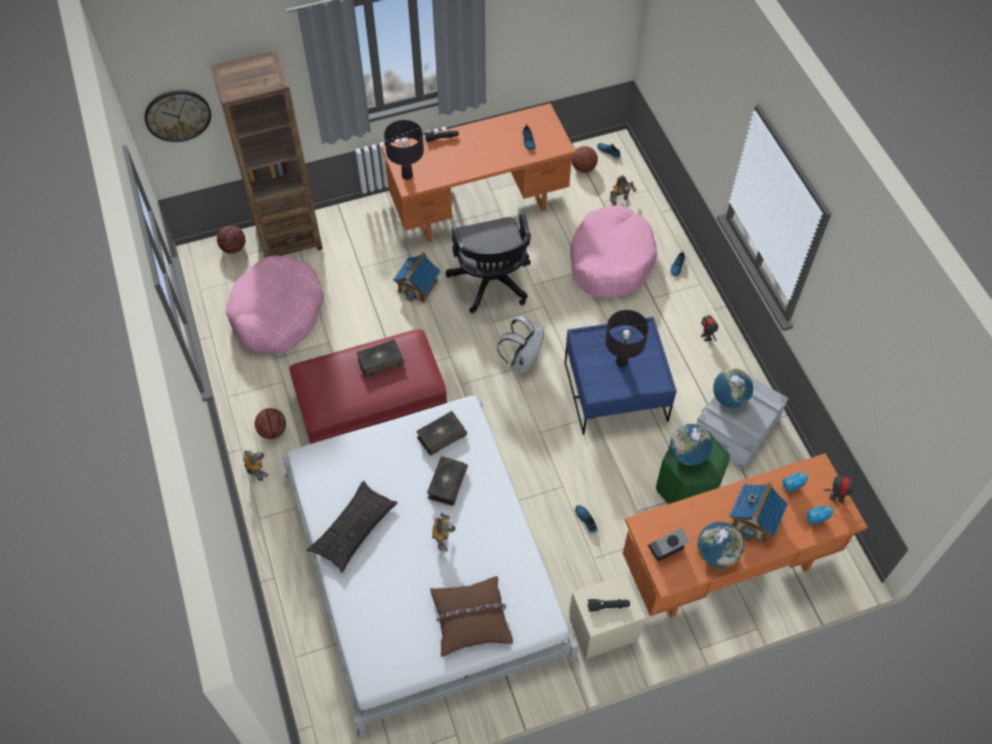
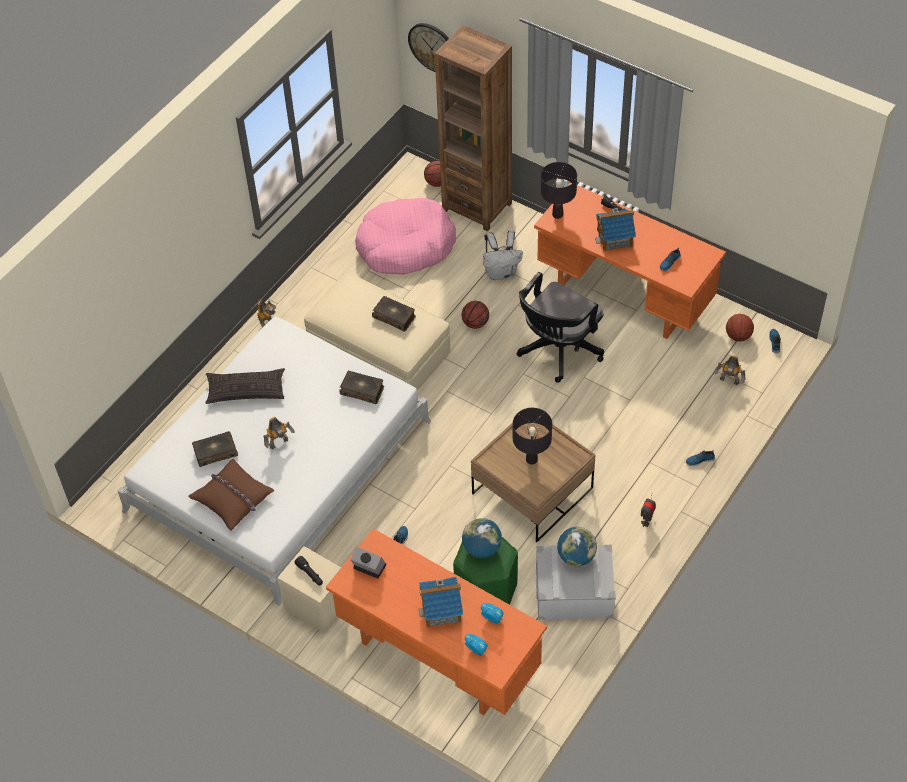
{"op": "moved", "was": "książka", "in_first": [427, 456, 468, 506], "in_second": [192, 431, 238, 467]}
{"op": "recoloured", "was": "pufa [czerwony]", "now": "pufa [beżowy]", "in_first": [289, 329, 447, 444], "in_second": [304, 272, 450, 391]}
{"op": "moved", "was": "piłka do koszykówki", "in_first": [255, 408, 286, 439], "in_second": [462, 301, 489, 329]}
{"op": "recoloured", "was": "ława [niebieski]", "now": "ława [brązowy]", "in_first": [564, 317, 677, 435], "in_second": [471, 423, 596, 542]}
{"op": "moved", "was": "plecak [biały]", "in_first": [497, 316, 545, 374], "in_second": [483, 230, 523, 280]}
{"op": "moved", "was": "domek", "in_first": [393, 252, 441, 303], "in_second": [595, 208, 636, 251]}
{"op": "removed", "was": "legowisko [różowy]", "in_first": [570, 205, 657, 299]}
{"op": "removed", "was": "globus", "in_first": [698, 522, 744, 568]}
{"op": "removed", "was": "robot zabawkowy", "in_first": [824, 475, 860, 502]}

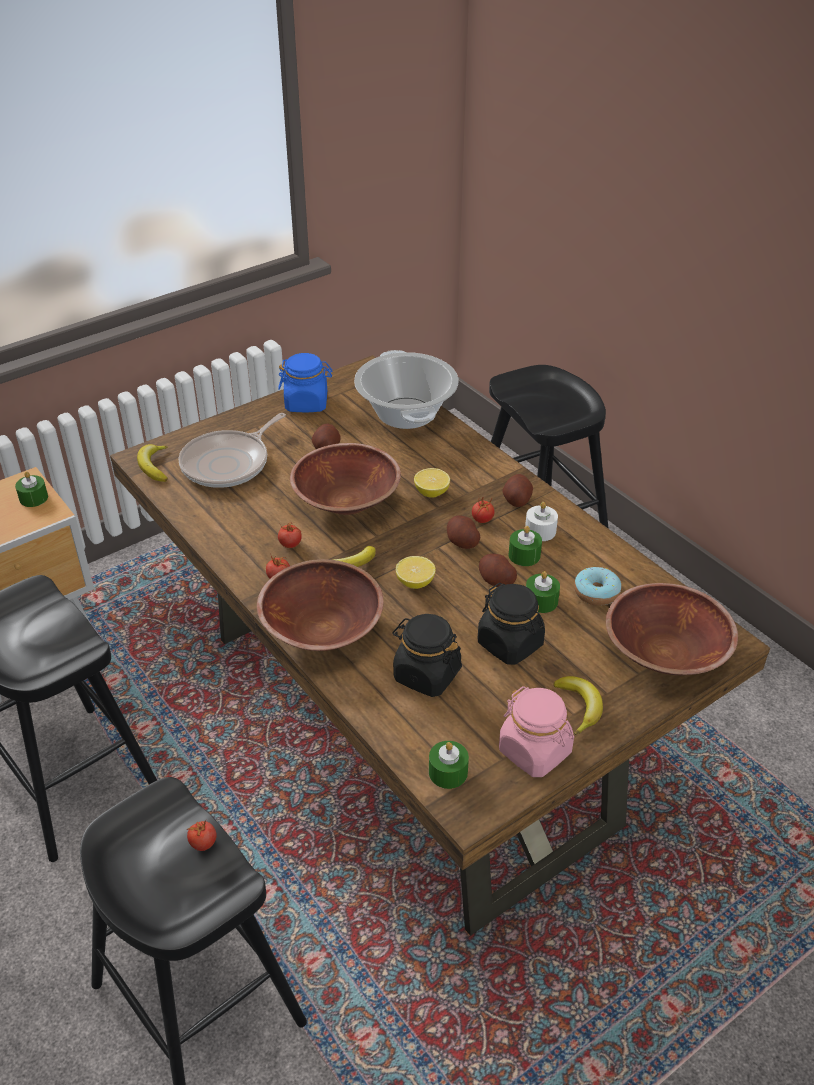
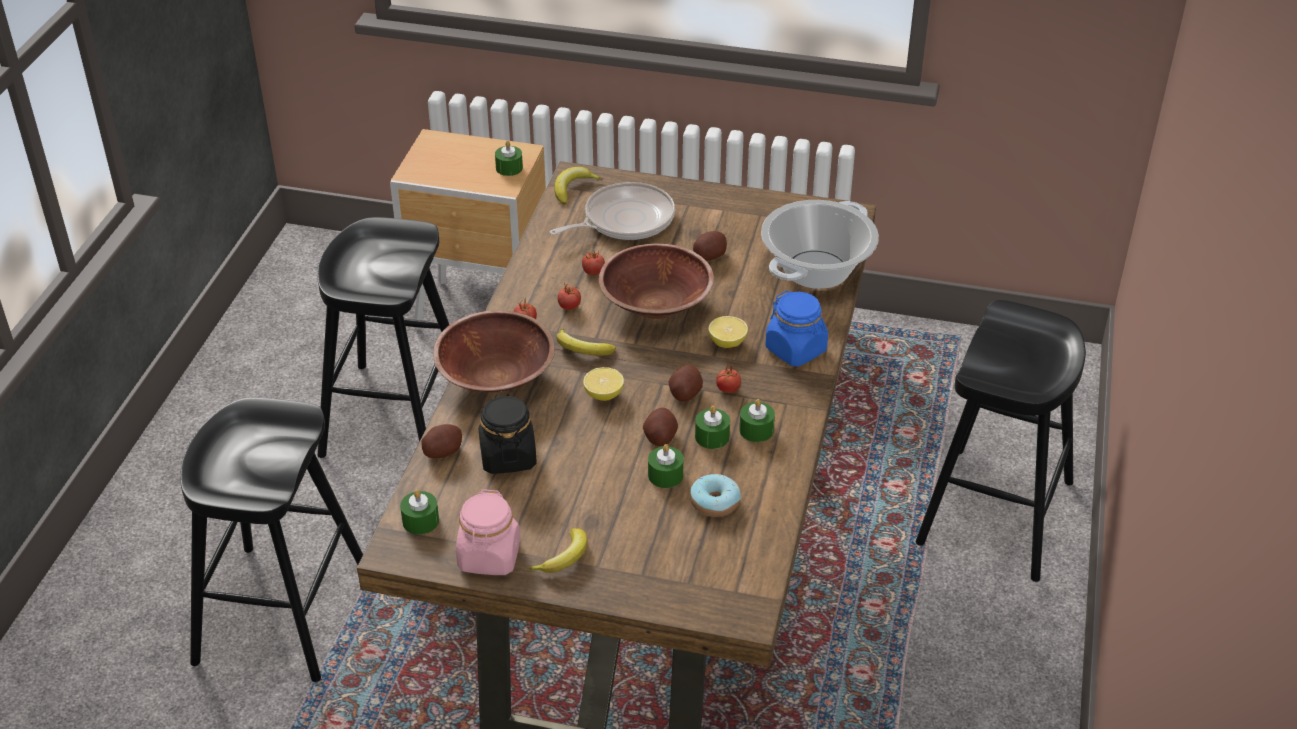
{"op": "moved", "was": "ziemniak", "in_first": [503, 474, 533, 507], "in_second": [421, 424, 462, 458]}
{"op": "turned", "was": "patelnia", "in_first": [178, 413, 286, 488], "in_second": [550, 182, 675, 240], "clockwise": 150}
{"op": "moved", "was": "pomidor", "in_first": [187, 820, 217, 851], "in_second": [582, 251, 605, 275]}
{"op": "recoloured", "was": "świeca [biały]", "now": "świeca [zielony]", "in_first": [525, 502, 558, 541], "in_second": [739, 399, 775, 442]}
{"op": "moved", "was": "słoik [niebieski]", "in_first": [278, 353, 333, 412], "in_second": [765, 290, 828, 366]}
{"op": "removed", "was": "słoik [czarny]", "in_first": [478, 583, 545, 665]}
{"op": "removed", "was": "miska [brązowy]", "in_first": [606, 583, 738, 675]}

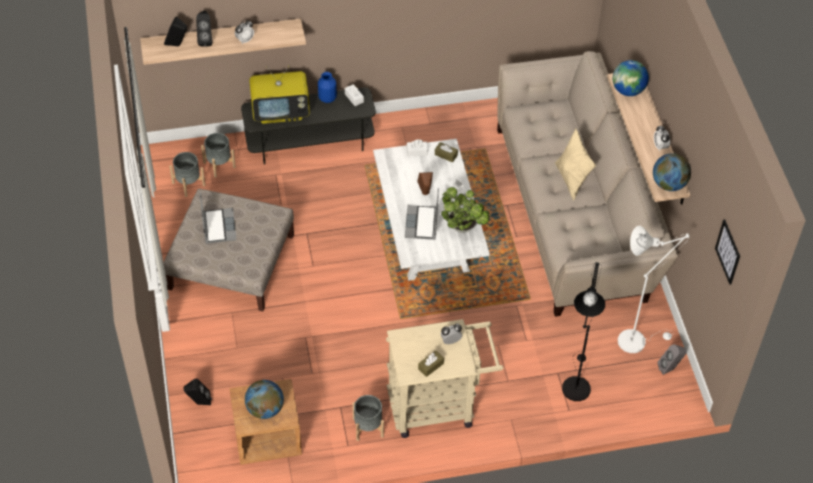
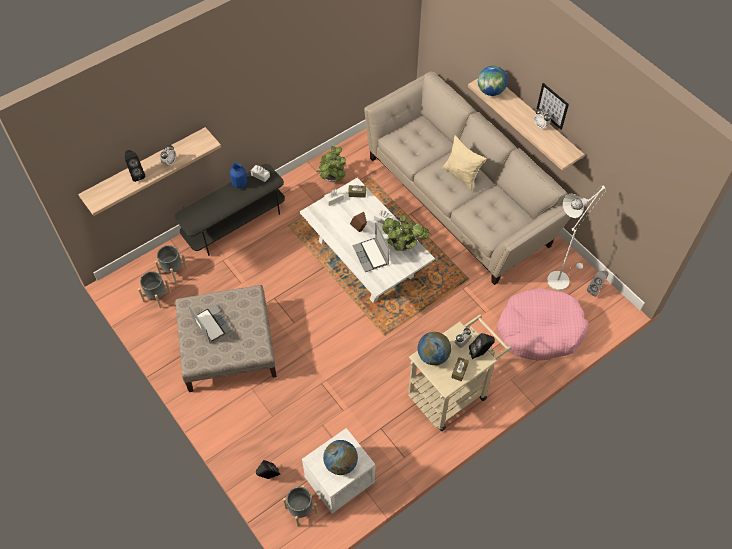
{"op": "moved", "was": "donica [szary]", "in_first": [352, 395, 384, 441], "in_second": [283, 485, 318, 527]}
{"op": "recoloured", "was": "szafka nocna [brązowy]", "now": "szafka nocna [biały]", "in_first": [229, 379, 302, 465], "in_second": [302, 428, 375, 514]}
{"op": "added", "now": "roślina doniczkowa", "in_second": [316, 146, 346, 182]}
{"op": "moved", "was": "globus", "in_first": [653, 153, 691, 191], "in_second": [418, 332, 451, 365]}
{"op": "moved", "was": "głośnik [czarny]", "in_first": [164, 17, 187, 46], "in_second": [469, 333, 495, 359]}
{"op": "replaced", "was": "lampa stojąca [czarny]", "now": "legowisko [różowy]", "in_first": [562, 262, 605, 401], "in_second": [496, 288, 589, 361]}
{"op": "moved", "was": "obraz", "in_first": [715, 220, 740, 284], "in_second": [537, 83, 569, 130]}
{"op": "removed", "was": "telewizor", "in_first": [249, 65, 310, 124]}

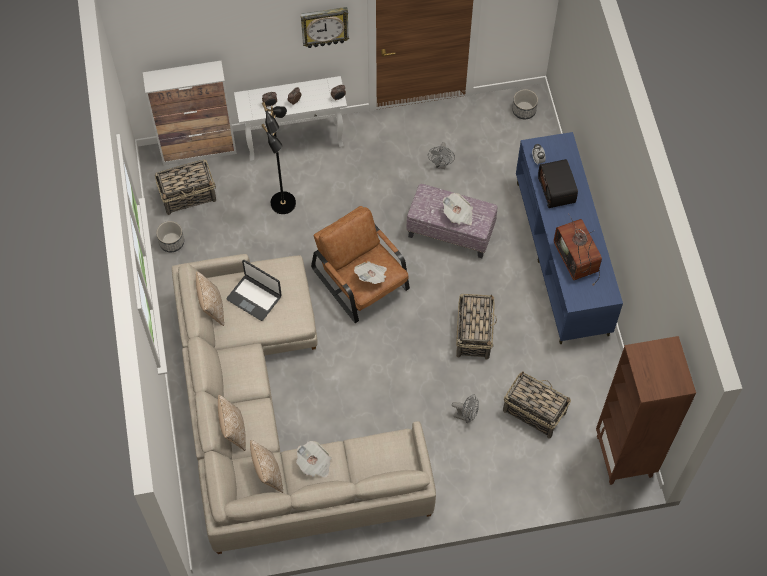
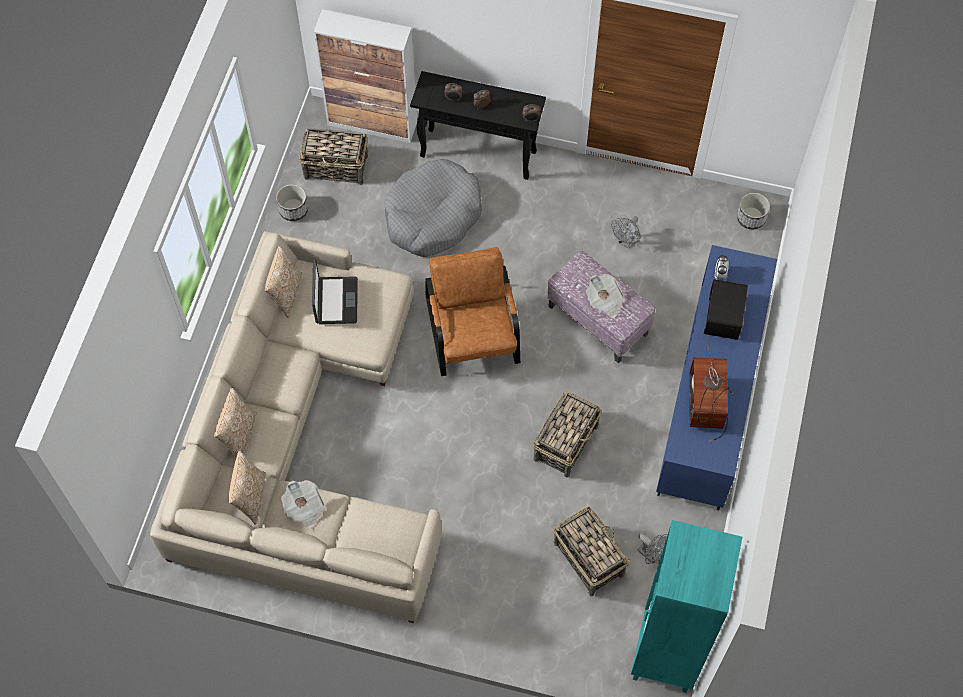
{"op": "turned", "was": "laptop", "in_first": [227, 260, 282, 321], "in_second": [312, 259, 358, 324], "clockwise": -150}
{"op": "replaced", "was": "lampa stojąca [czarny]", "now": "legowisko [szary]", "in_first": [261, 102, 296, 214], "in_second": [384, 159, 482, 257]}
{"op": "recoloured", "was": "stolik konsolowy [biały]", "now": "stolik konsolowy [czarny]", "in_first": [234, 76, 347, 161], "in_second": [410, 71, 546, 180]}
{"op": "recoloured", "was": "regał [brązowy]", "now": "regał [turkusowy]", "in_first": [596, 336, 696, 485], "in_second": [631, 520, 742, 693]}
{"op": "moved", "was": "wentylator [szary]", "in_first": [452, 394, 479, 423], "in_second": [637, 533, 668, 564]}
{"op": "removed", "was": "zegar ścienny", "in_first": [301, 7, 349, 48]}
{"op": "removed", "was": "gazeta", "in_first": [354, 261, 387, 284]}

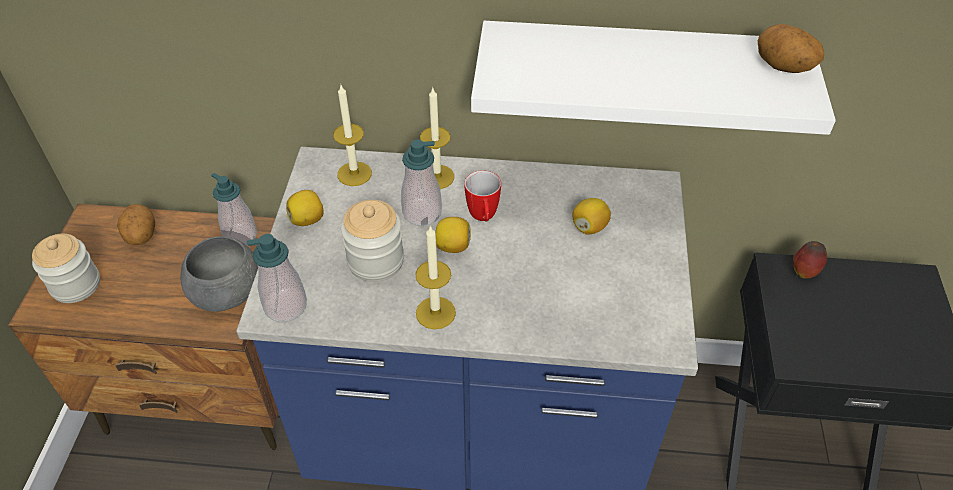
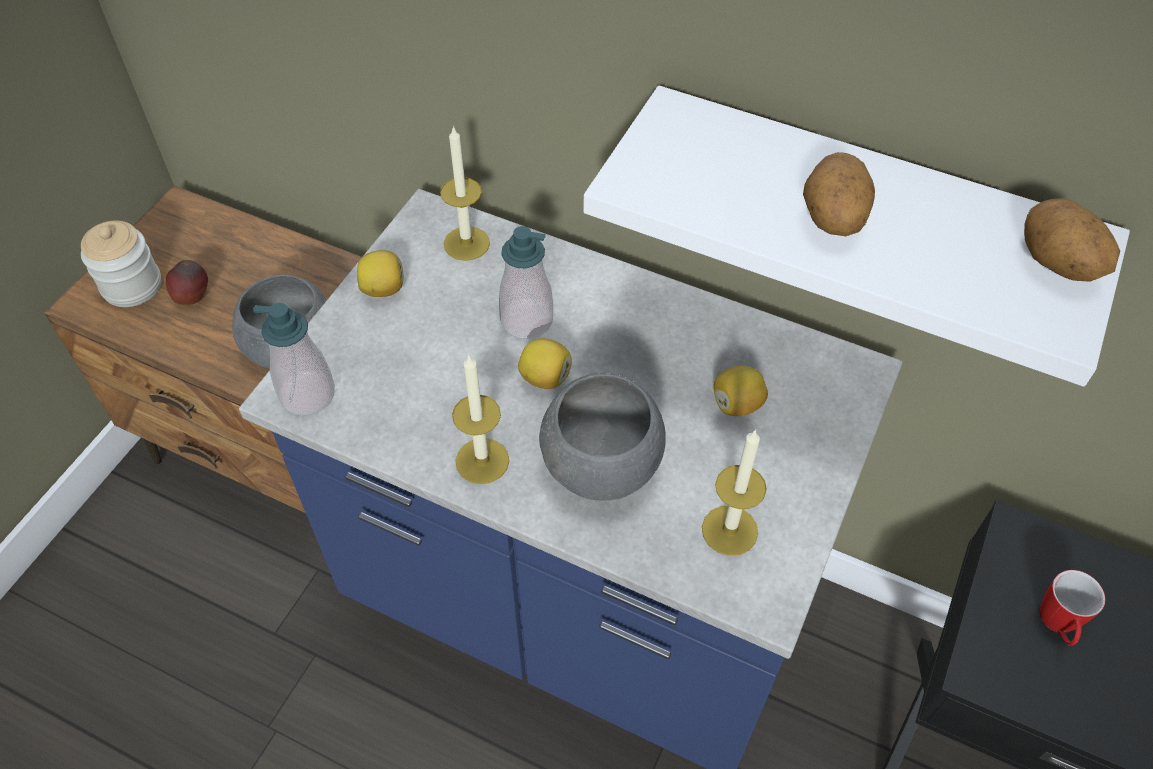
{"op": "moved", "was": "jabłko", "in_first": [793, 241, 827, 278], "in_second": [166, 260, 208, 305]}
{"op": "added", "now": "miska [szary]", "in_second": [539, 373, 666, 500]}
{"op": "moved", "was": "świeca", "in_first": [420, 88, 454, 189], "in_second": [702, 429, 767, 556]}
{"op": "moved", "was": "ziemniak", "in_first": [117, 204, 155, 245], "in_second": [803, 152, 875, 236]}
{"op": "moved", "was": "kubek", "in_first": [464, 170, 501, 222], "in_second": [1040, 570, 1105, 646]}
{"op": "removed", "was": "dozownik mydła", "in_first": [211, 173, 257, 245]}
{"op": "removed", "was": "słoik", "in_first": [341, 200, 404, 282]}

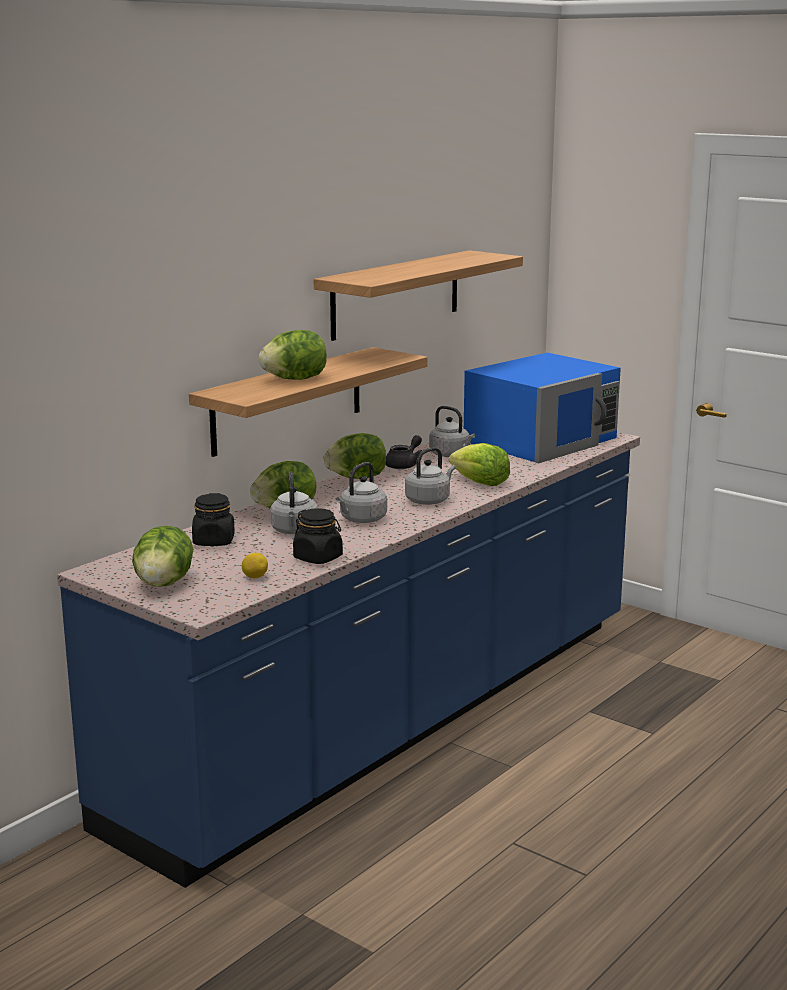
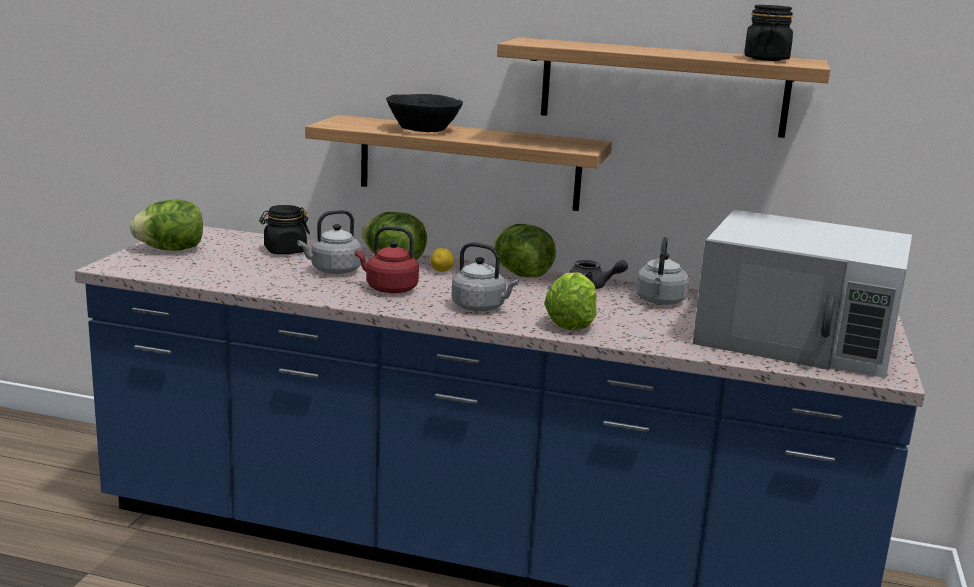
{"op": "recoloured", "was": "czajnik [szary]", "now": "czajnik [czerwony]", "in_first": [336, 462, 387, 523], "in_second": [355, 226, 419, 293]}
{"op": "replaced", "was": "sałata", "now": "miska [czarny]", "in_first": [258, 330, 327, 380], "in_second": [386, 94, 463, 132]}
{"op": "moved", "was": "cytryna", "in_first": [242, 553, 268, 578], "in_second": [430, 248, 454, 272]}
{"op": "recoloured", "was": "mikrofalówka [niebieski]", "now": "mikrofalówka [biały]", "in_first": [464, 353, 621, 463], "in_second": [693, 210, 912, 378]}
{"op": "moved", "was": "słoik [czarny]", "in_first": [293, 508, 343, 564], "in_second": [744, 5, 793, 61]}

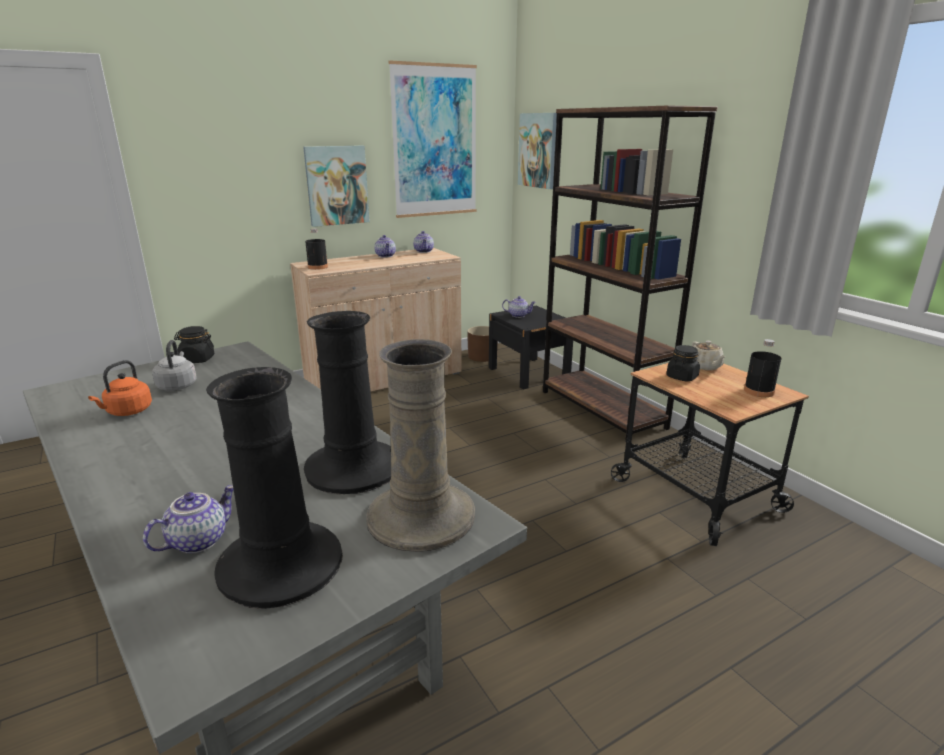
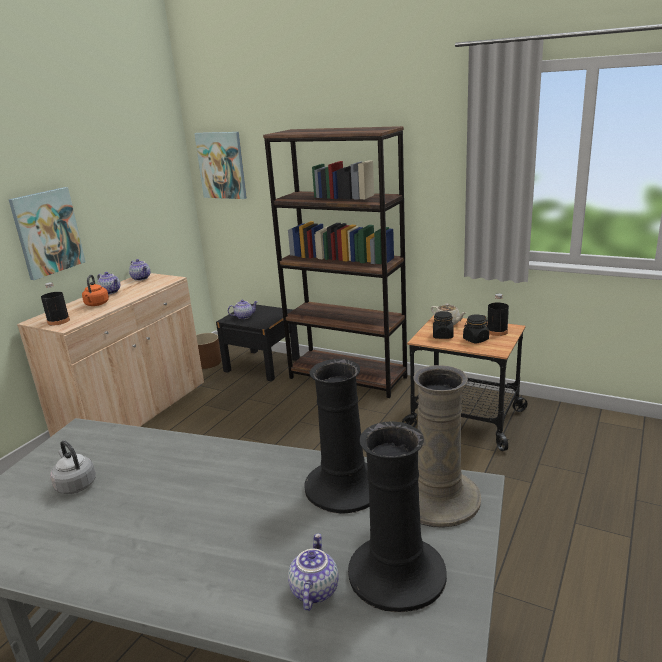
{"op": "moved", "was": "czajnik [pomarańczowy]", "in_first": [88, 360, 152, 416], "in_second": [82, 275, 109, 306]}
{"op": "moved", "was": "słoik [czarny]", "in_first": [174, 326, 214, 363], "in_second": [463, 314, 489, 343]}
{"op": "removed", "was": "obraz", "in_first": [389, 61, 477, 218]}

